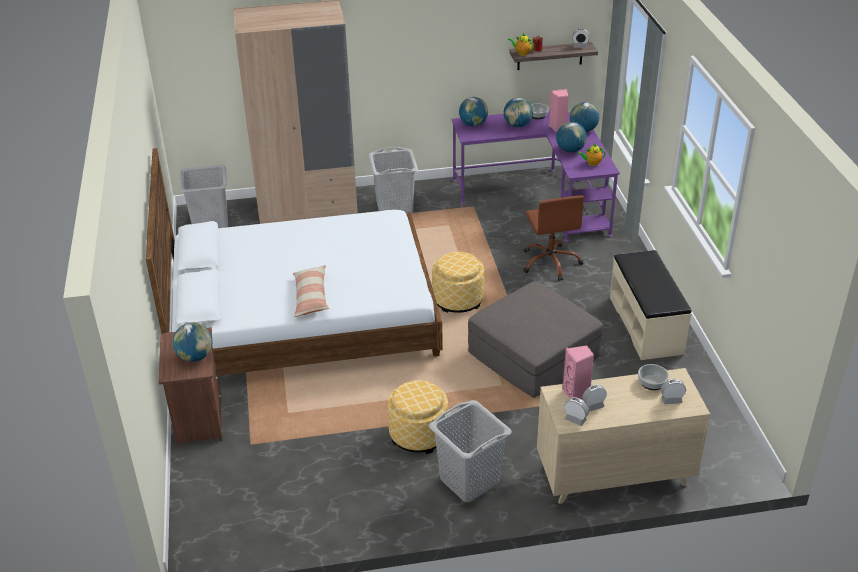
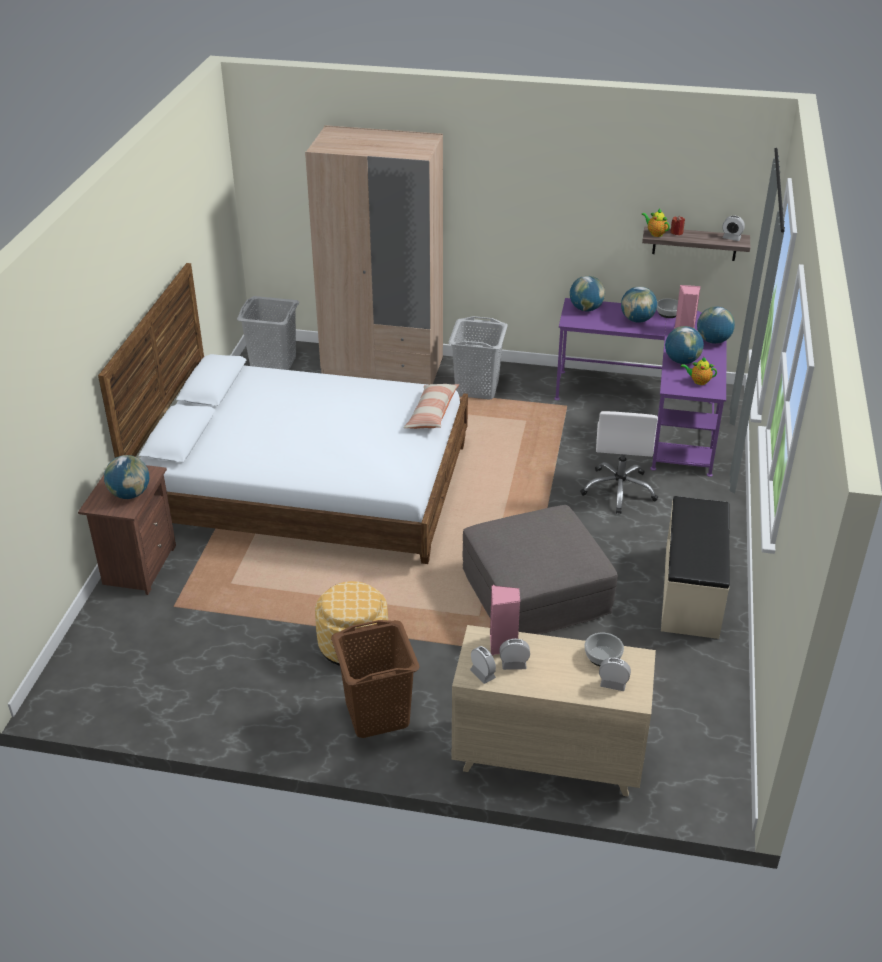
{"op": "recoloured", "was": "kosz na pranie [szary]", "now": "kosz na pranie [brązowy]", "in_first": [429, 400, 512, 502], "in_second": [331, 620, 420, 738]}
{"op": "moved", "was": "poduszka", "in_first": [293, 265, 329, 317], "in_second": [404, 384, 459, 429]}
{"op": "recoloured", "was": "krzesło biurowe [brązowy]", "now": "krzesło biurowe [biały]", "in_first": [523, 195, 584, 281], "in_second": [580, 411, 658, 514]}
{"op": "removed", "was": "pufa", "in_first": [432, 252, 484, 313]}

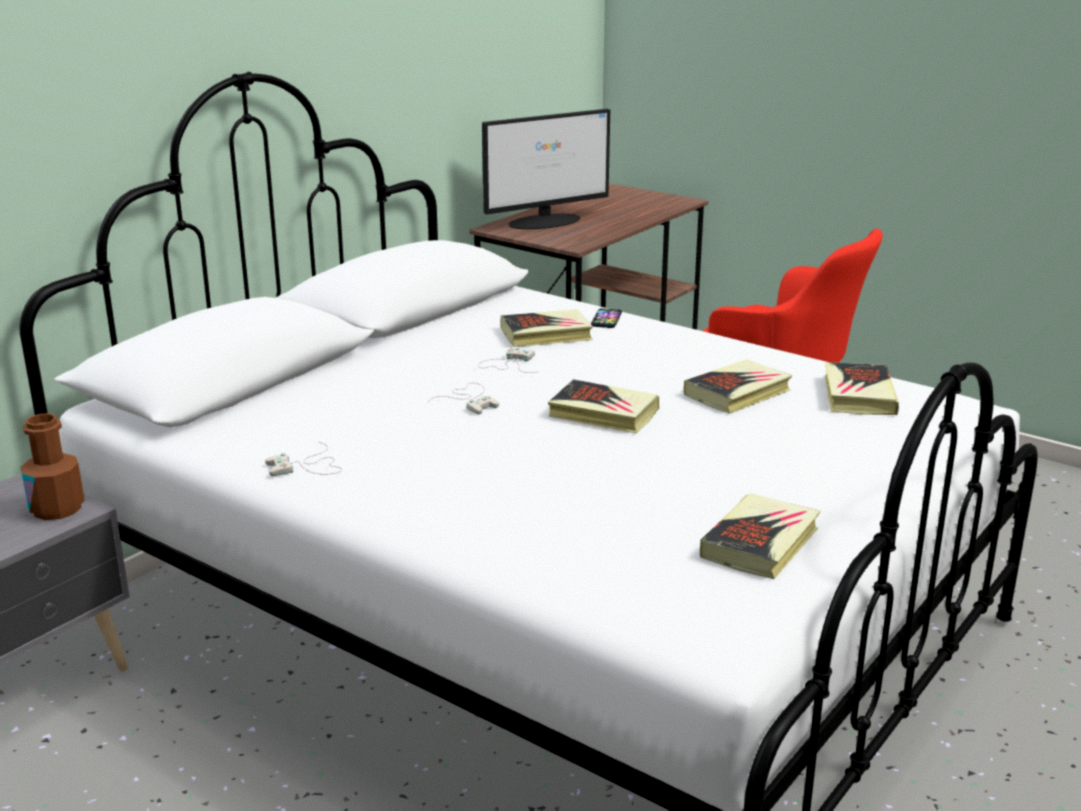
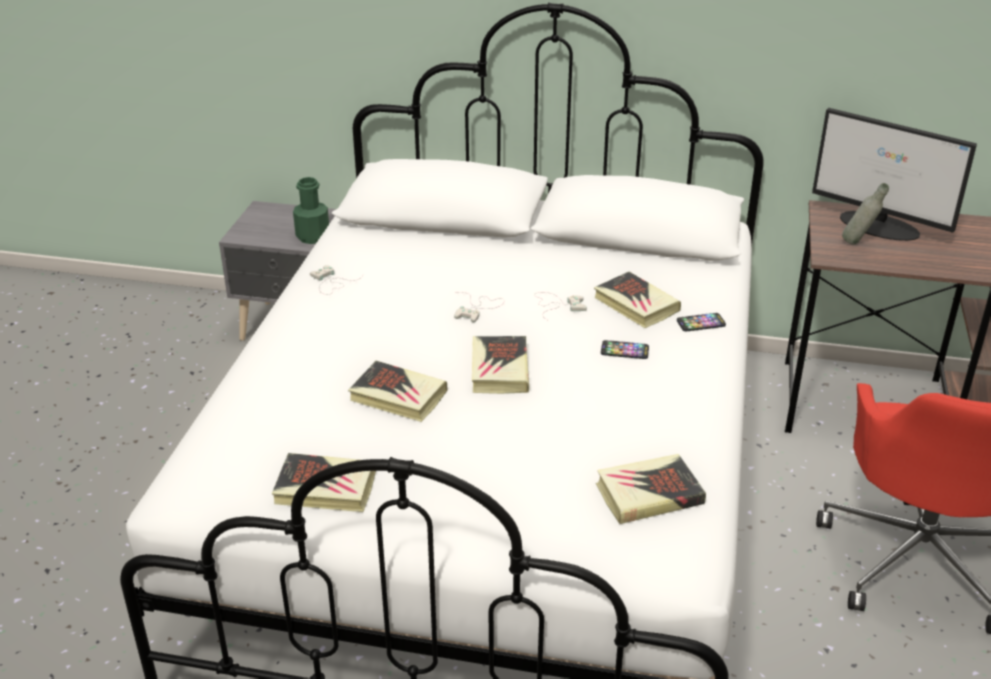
{"op": "recoloured", "was": "butelka [brązowy]", "now": "butelka [zielony]", "in_first": [20, 413, 85, 520], "in_second": [293, 177, 329, 244]}
{"op": "moved", "was": "książka", "in_first": [684, 359, 792, 414], "in_second": [348, 361, 448, 422]}
{"op": "added", "now": "telefon", "in_second": [601, 340, 649, 359]}
{"op": "added", "now": "butelka [szary]", "in_second": [842, 183, 889, 244]}

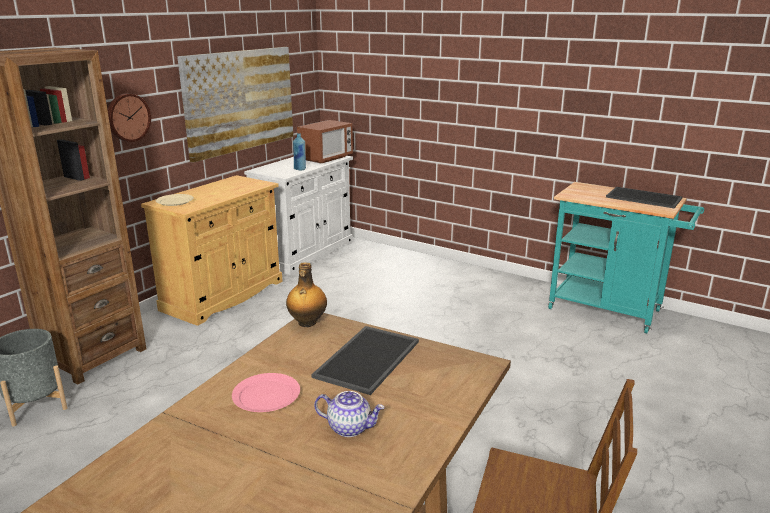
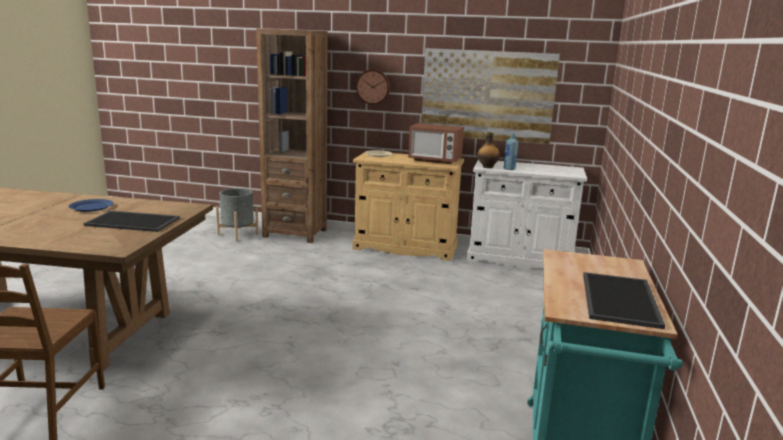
{"op": "recoloured", "was": "talerz [różowy]", "now": "talerz [niebieski]", "in_first": [232, 373, 300, 412], "in_second": [69, 199, 114, 212]}
{"op": "moved", "was": "mikrofalówka", "in_first": [297, 120, 353, 163], "in_second": [408, 123, 464, 164]}
{"op": "moved", "was": "butelka", "in_first": [286, 262, 327, 327], "in_second": [477, 132, 500, 168]}
{"op": "removed", "was": "imbryk", "in_first": [314, 391, 385, 437]}

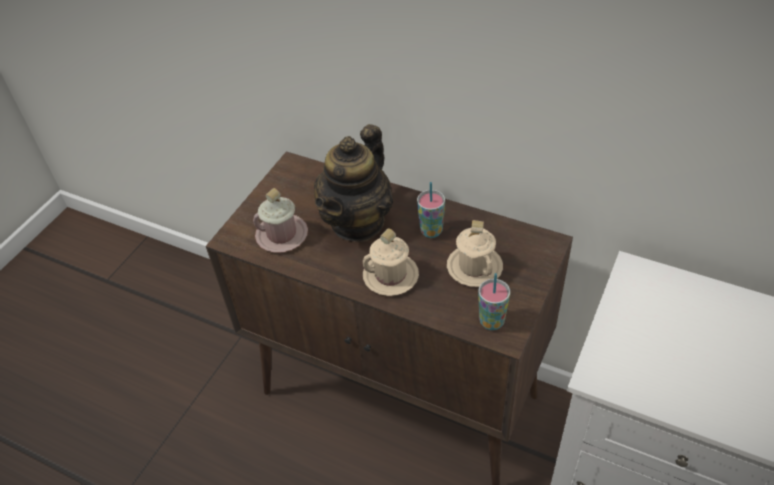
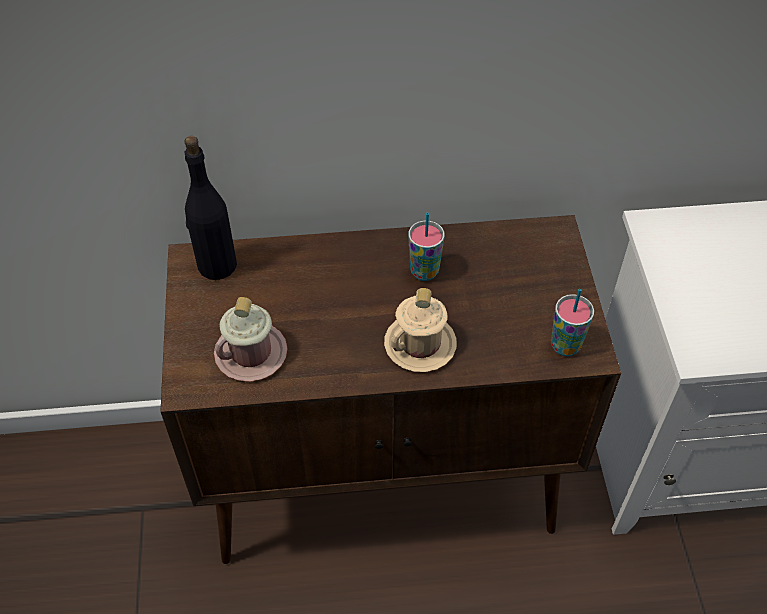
{"op": "added", "now": "butelka [czarny]", "in_second": [184, 136, 237, 280]}
{"op": "removed", "was": "imbryk", "in_first": [314, 124, 393, 242]}
{"op": "removed", "was": "kubek [beżowy]", "in_first": [447, 220, 503, 287]}

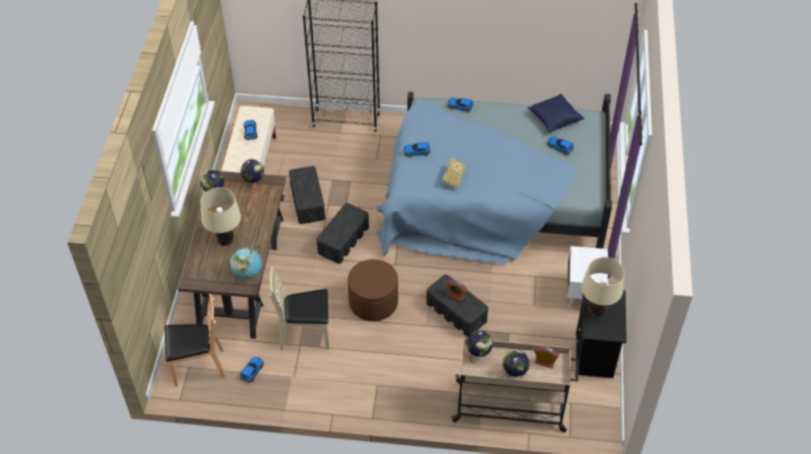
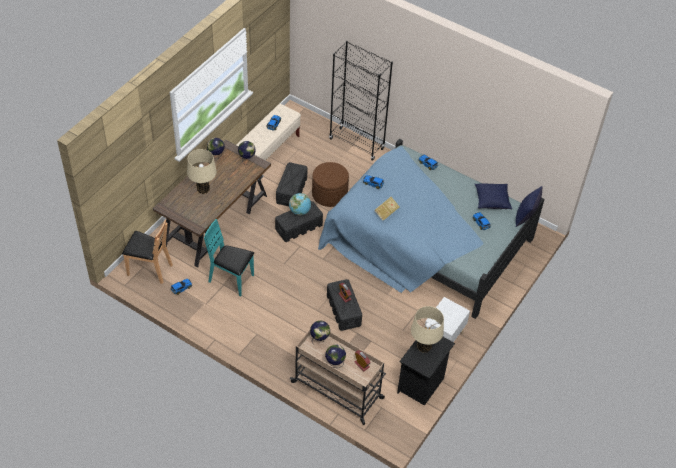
{"op": "recoloured", "was": "krzesło [beżowy]", "now": "krzesło [turkusowy]", "in_first": [270, 266, 329, 350], "in_second": [204, 219, 254, 296]}
{"op": "moved", "was": "globus", "in_first": [230, 248, 262, 279], "in_second": [289, 193, 311, 215]}
{"op": "moved", "was": "pufa [brązowy]", "in_first": [348, 259, 398, 321], "in_second": [312, 162, 349, 207]}
{"op": "added", "now": "poduszka [niebieski]", "in_second": [516, 186, 543, 227]}

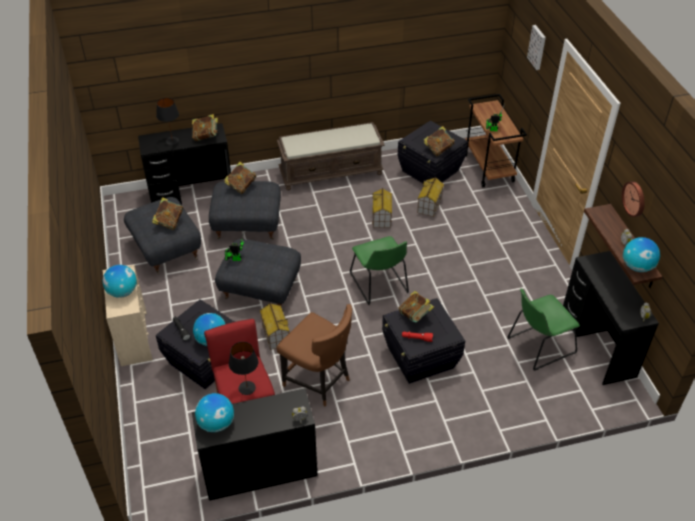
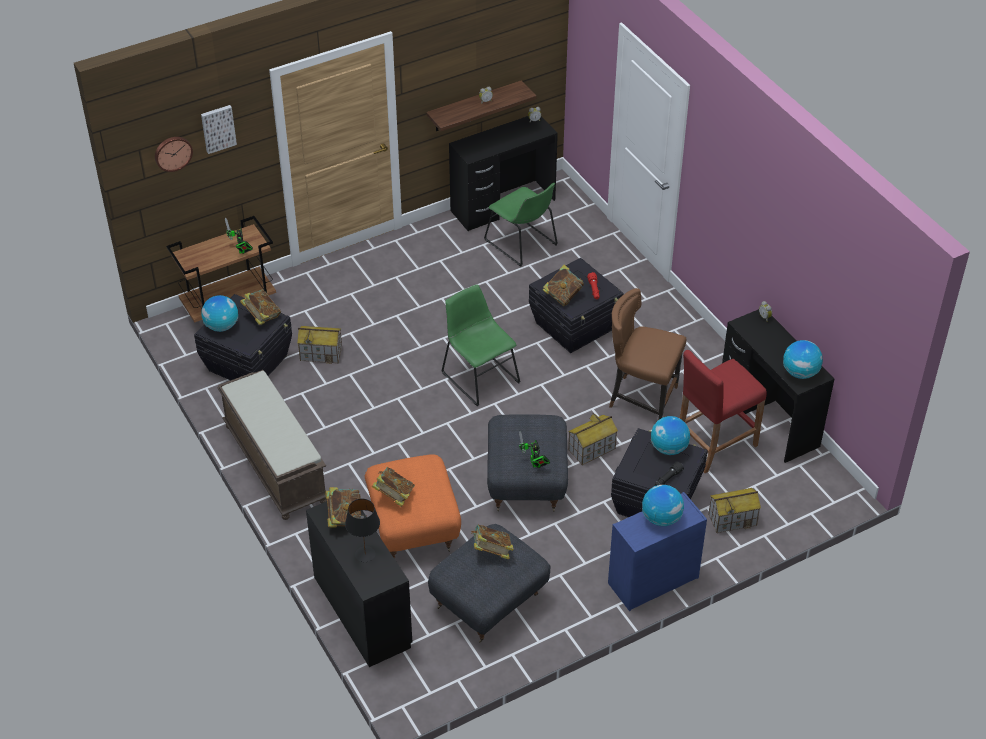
{"op": "moved", "was": "zegar ścienny", "in_first": [622, 181, 645, 217], "in_second": [155, 137, 193, 172]}
{"op": "moved", "was": "globus", "in_first": [623, 237, 660, 272], "in_second": [201, 295, 238, 332]}
{"op": "recoloured", "was": "pufa [szary]", "now": "pufa [pomarańczowy]", "in_first": [209, 181, 281, 239], "in_second": [365, 454, 461, 558]}
{"op": "turned", "was": "krzesło [zielony]", "in_first": [350, 236, 409, 305], "in_second": [441, 285, 520, 407], "clockwise": -90}
{"op": "recoloured", "was": "komoda [beżowy]", "now": "komoda [niebieski]", "in_first": [102, 265, 153, 366], "in_second": [608, 492, 707, 611]}
{"op": "turned", "was": "krzesło [brązowy]", "in_first": [276, 304, 352, 407], "in_second": [609, 288, 687, 420], "clockwise": -90}
{"op": "moved", "was": "domek", "in_first": [372, 187, 392, 228], "in_second": [708, 488, 761, 533]}
{"op": "removed", "was": "lampa stołowa [czarny]", "in_first": [229, 342, 258, 395]}

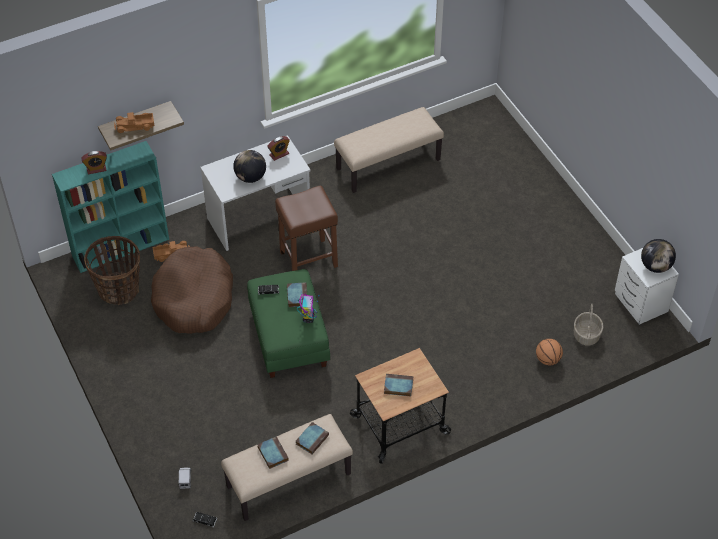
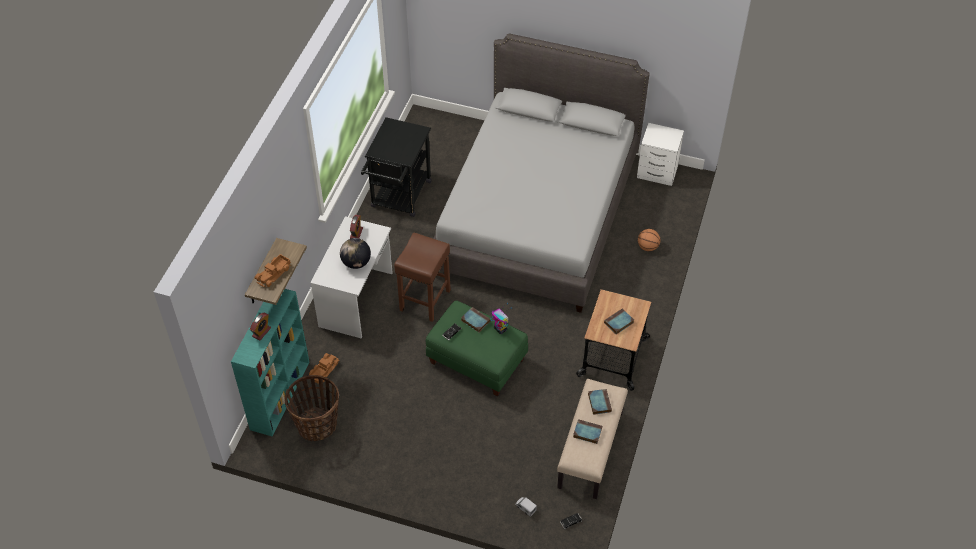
{"op": "replaced", "was": "ławka [beżowy]", "now": "wózek [czarny]", "in_first": [334, 107, 444, 193], "in_second": [361, 117, 432, 217]}
{"op": "added", "now": "łóżko [szary]", "in_second": [433, 34, 650, 313]}
{"op": "removed", "was": "legowisko [brązowy]", "in_first": [151, 246, 233, 334]}
{"op": "removed", "was": "koszyk", "in_first": [574, 304, 603, 345]}
{"op": "removed", "was": "globus", "in_first": [641, 239, 676, 273]}

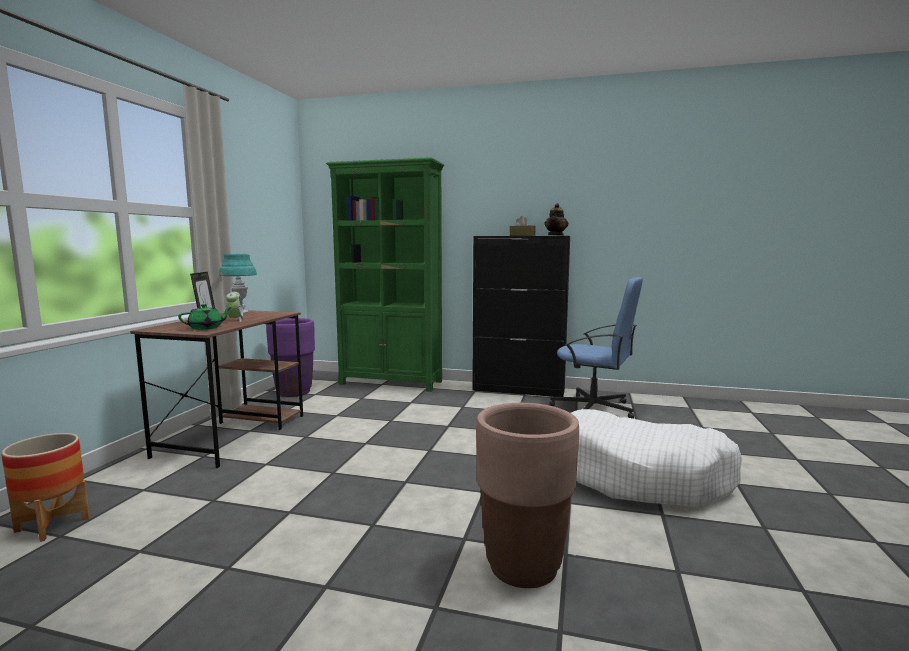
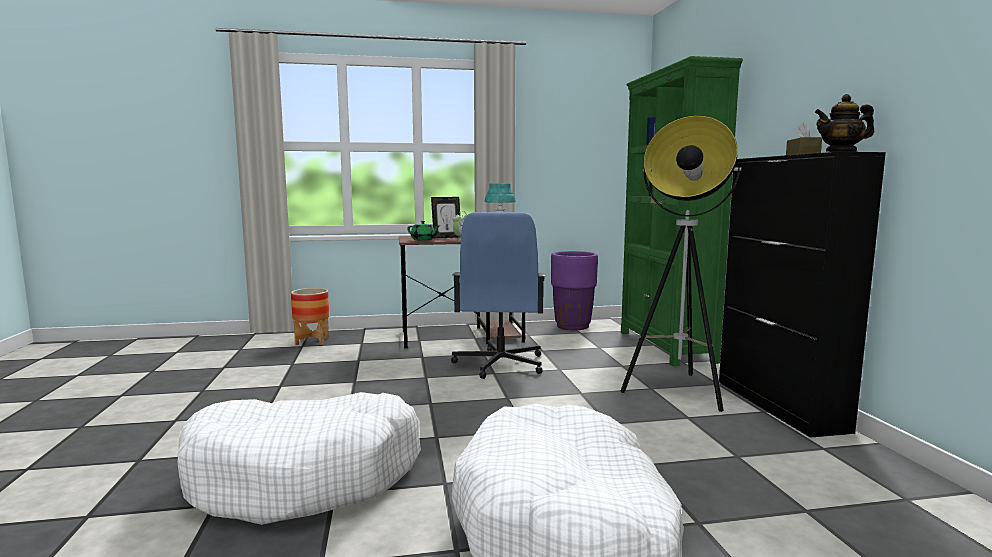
{"op": "replaced", "was": "donica [brązowy]", "now": "legowisko [biały]", "in_first": [476, 403, 579, 588], "in_second": [177, 392, 421, 525]}
{"op": "moved", "was": "krzesło biurowe [niebieski]", "in_first": [549, 277, 643, 419], "in_second": [451, 212, 545, 379]}
{"op": "added", "now": "lampa stojąca", "in_second": [620, 116, 741, 412]}

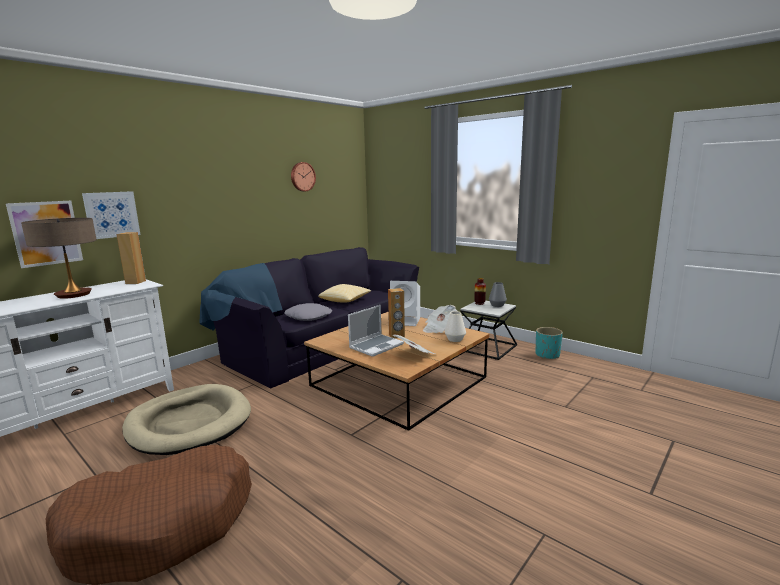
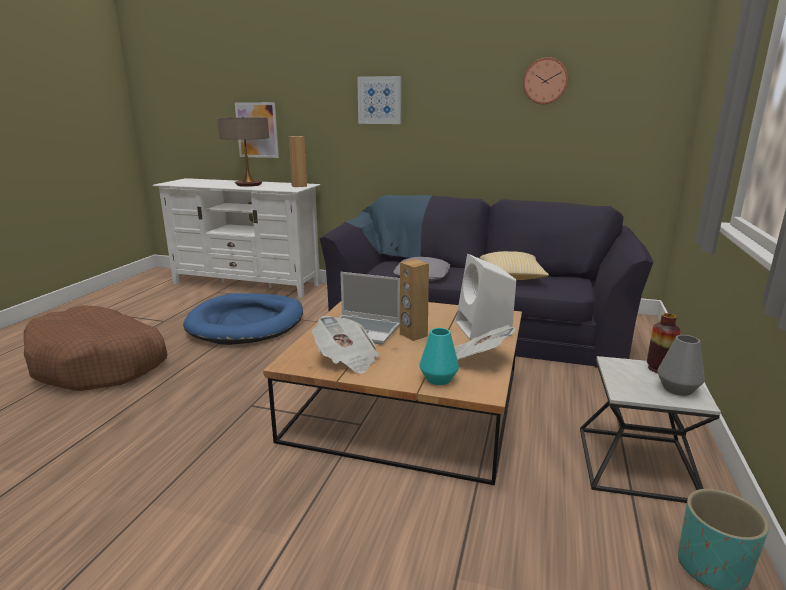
{"op": "recoloured", "was": "legowisko [beżowy]", "now": "legowisko [niebieski]", "in_first": [122, 384, 251, 455], "in_second": [183, 293, 303, 345]}
{"op": "moved", "was": "obraz", "in_first": [82, 191, 141, 239], "in_second": [357, 76, 401, 124]}
{"op": "recoloured", "was": "wazon [biały]", "now": "wazon [turkusowy]", "in_first": [444, 311, 466, 342], "in_second": [419, 328, 459, 385]}

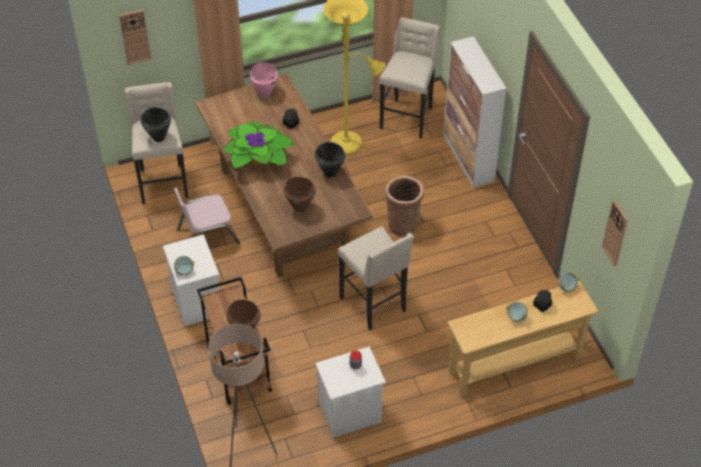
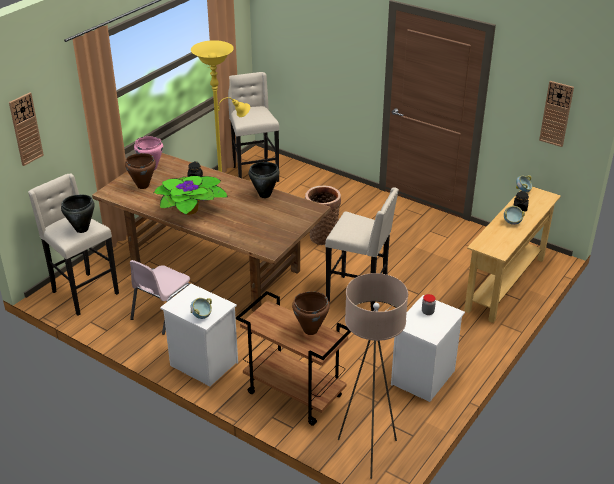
{"op": "moved", "was": "garnek [brązowy]", "in_first": [284, 177, 316, 212], "in_second": [125, 153, 156, 189]}
{"op": "removed", "was": "szafka", "in_first": [444, 36, 507, 188]}

